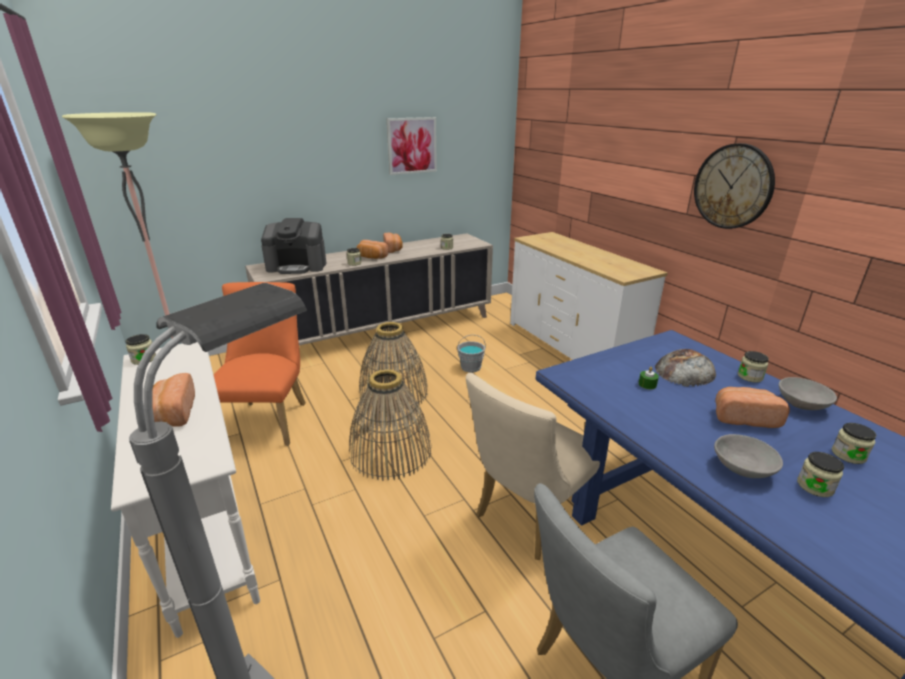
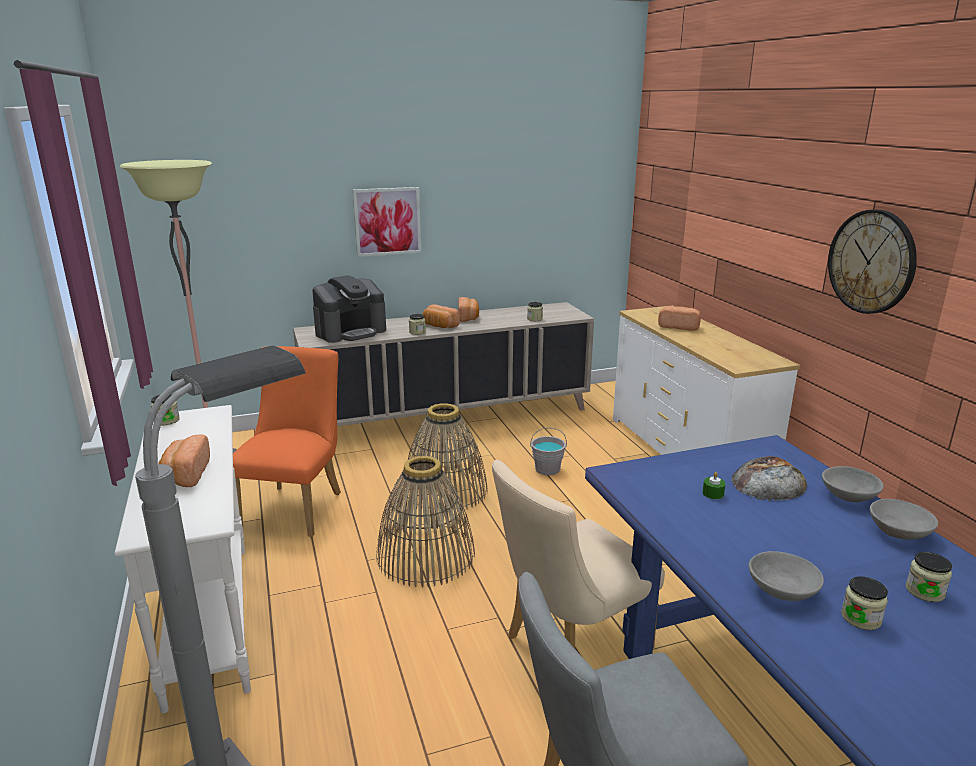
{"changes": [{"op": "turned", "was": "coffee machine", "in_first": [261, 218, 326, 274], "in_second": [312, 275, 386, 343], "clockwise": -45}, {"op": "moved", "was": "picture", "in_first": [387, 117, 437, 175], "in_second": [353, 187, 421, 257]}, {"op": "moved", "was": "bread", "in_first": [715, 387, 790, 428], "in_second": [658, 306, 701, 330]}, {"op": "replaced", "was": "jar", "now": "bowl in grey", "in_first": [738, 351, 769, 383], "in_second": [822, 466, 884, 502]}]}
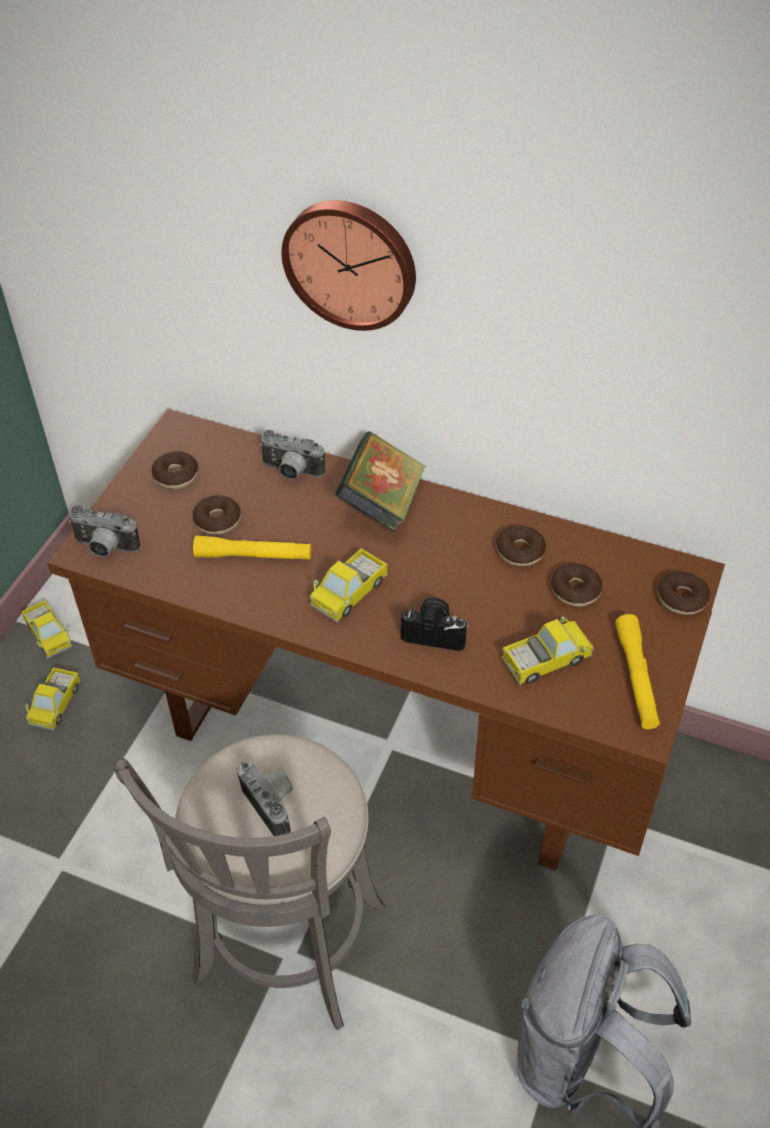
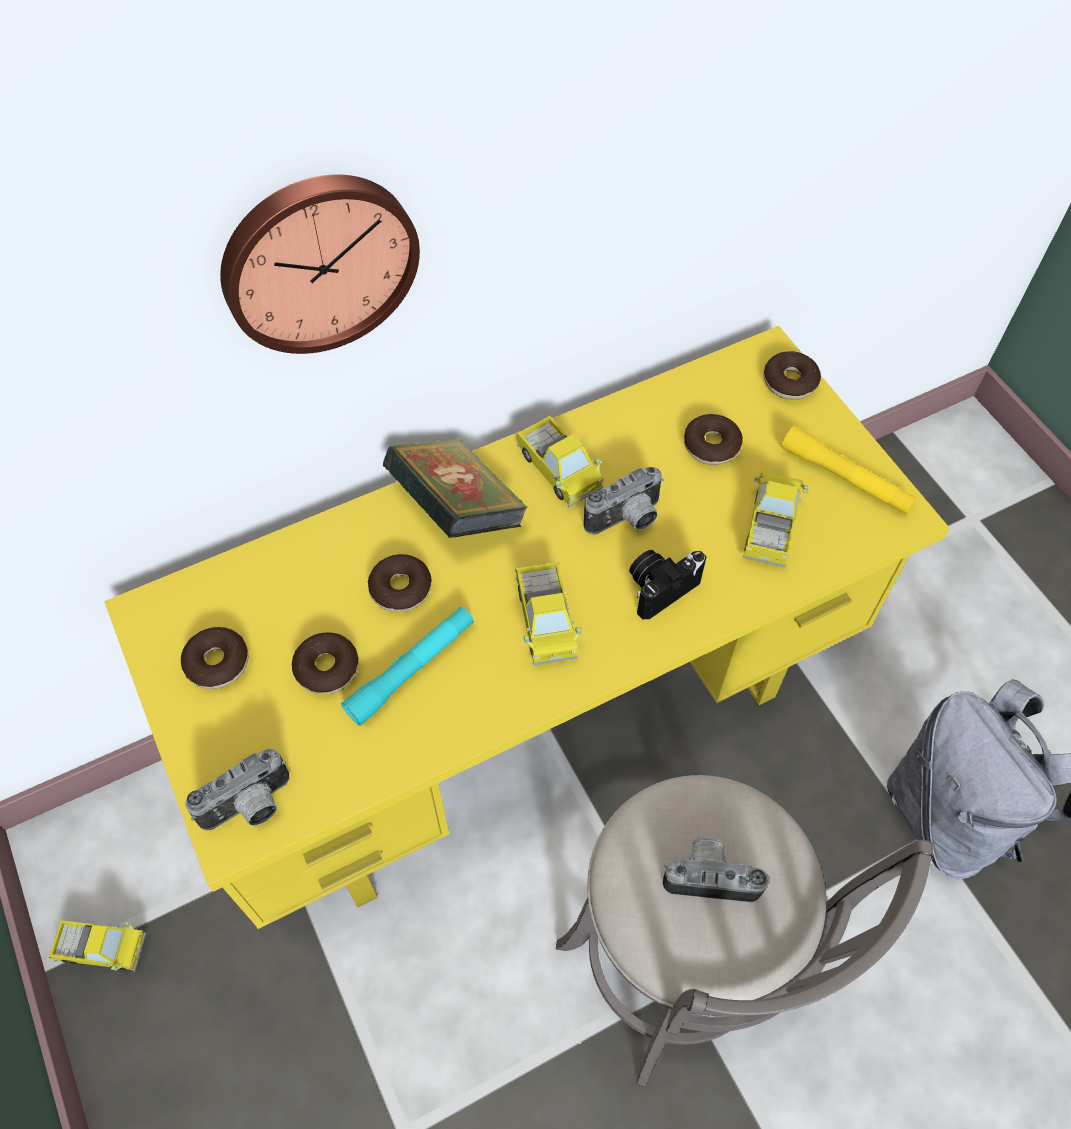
{"changes": [{"op": "moved", "was": "toy truck", "in_first": [25, 667, 81, 731], "in_second": [516, 416, 604, 507]}, {"op": "recoloured", "was": "desk in brown", "now": "desk in yellow", "in_first": [47, 409, 725, 871], "in_second": [104, 326, 950, 929]}, {"op": "recoloured", "was": "flashlight in yellow", "now": "flashlight in turquoise", "in_first": [193, 535, 311, 560], "in_second": [341, 607, 474, 726]}, {"op": "moved", "was": "photo camera", "in_first": [260, 430, 325, 479], "in_second": [584, 467, 664, 535]}, {"op": "moved", "was": "donut", "in_first": [496, 526, 546, 566], "in_second": [368, 554, 432, 612]}]}
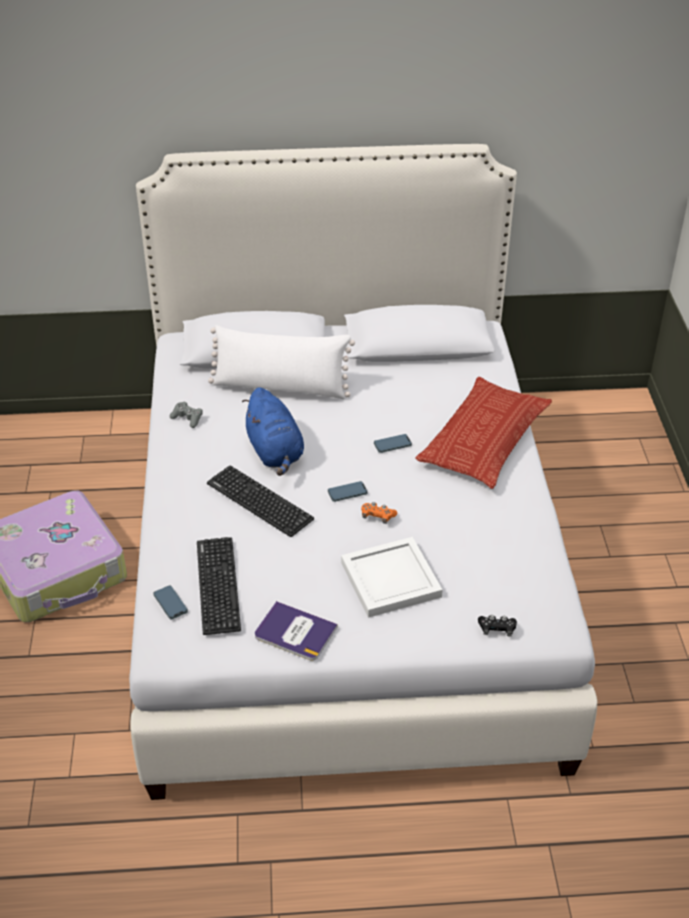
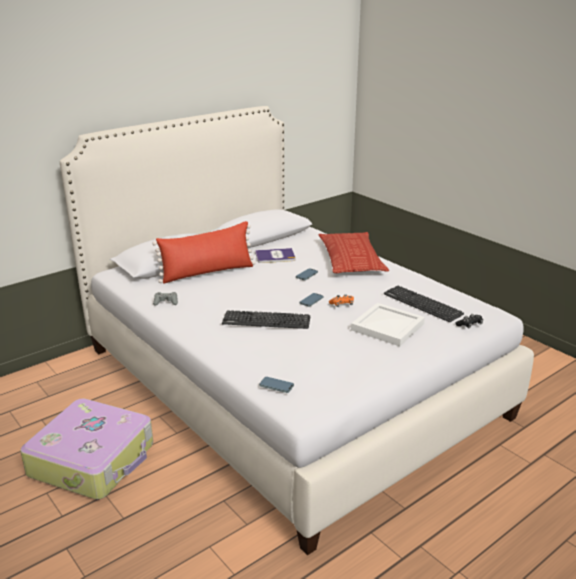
{"changes": [{"op": "moved", "was": "keyboard", "in_first": [197, 537, 241, 635], "in_second": [384, 286, 464, 322]}, {"op": "recoloured", "was": "pillow in white", "now": "pillow in red", "in_first": [208, 325, 355, 399], "in_second": [153, 221, 256, 284]}, {"op": "removed", "was": "plush toy in blue", "in_first": [242, 387, 304, 476]}, {"op": "moved", "was": "book", "in_first": [255, 601, 338, 661], "in_second": [255, 248, 296, 263]}]}
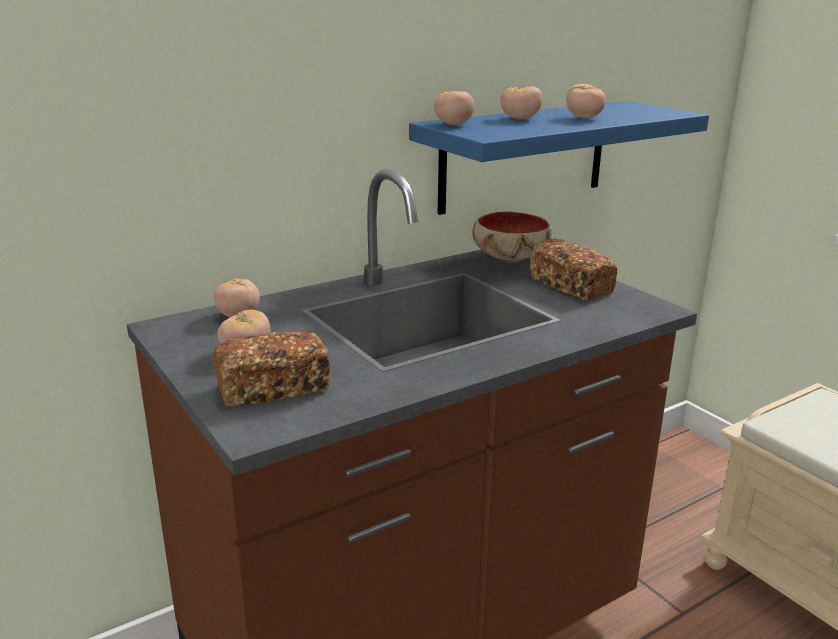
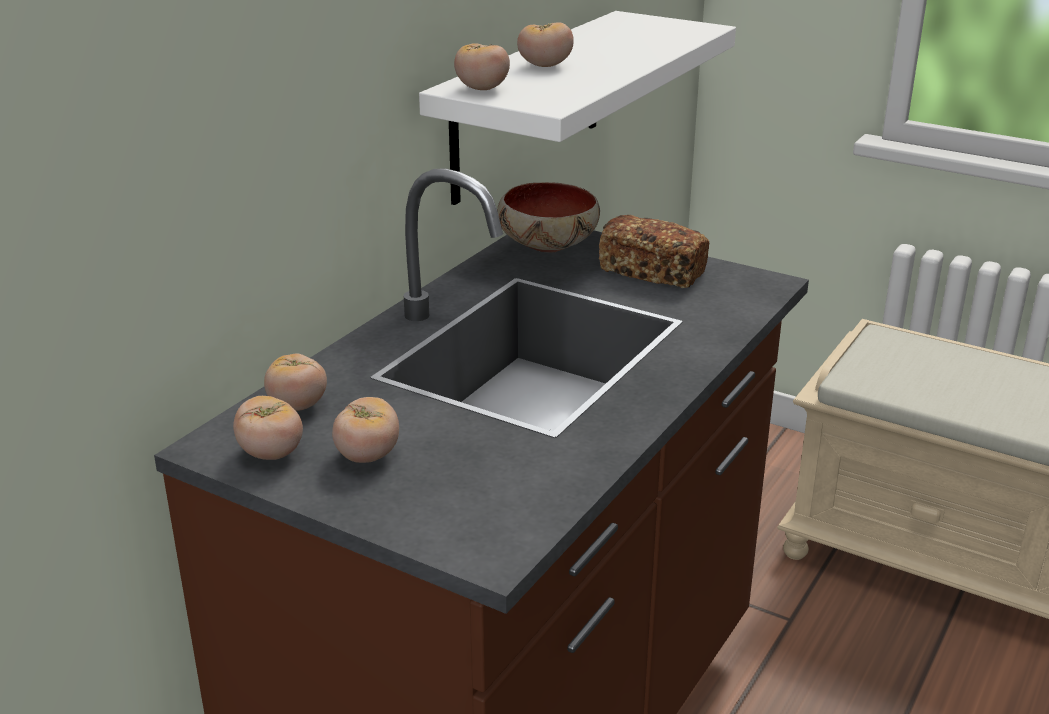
{"changes": [{"op": "removed", "was": "bread", "in_first": [213, 331, 330, 407]}, {"op": "recoloured", "was": "shelf in blue", "now": "shelf in white", "in_first": [409, 101, 709, 215], "in_second": [419, 11, 736, 205]}, {"op": "moved", "was": "tomato", "in_first": [566, 84, 606, 118], "in_second": [233, 396, 303, 460]}]}
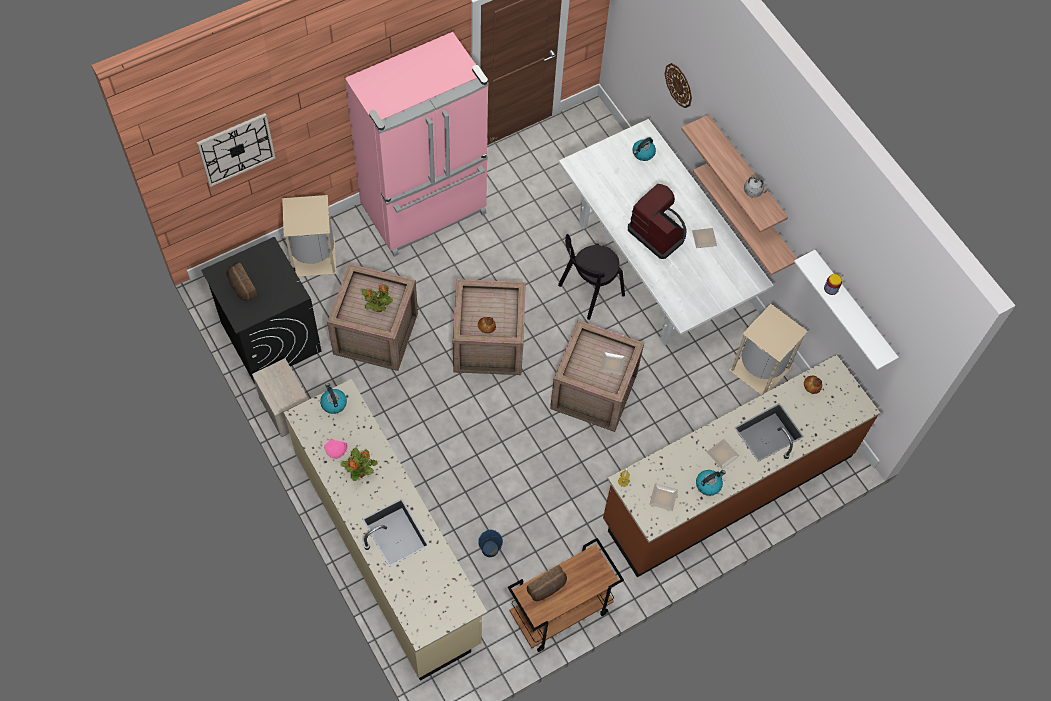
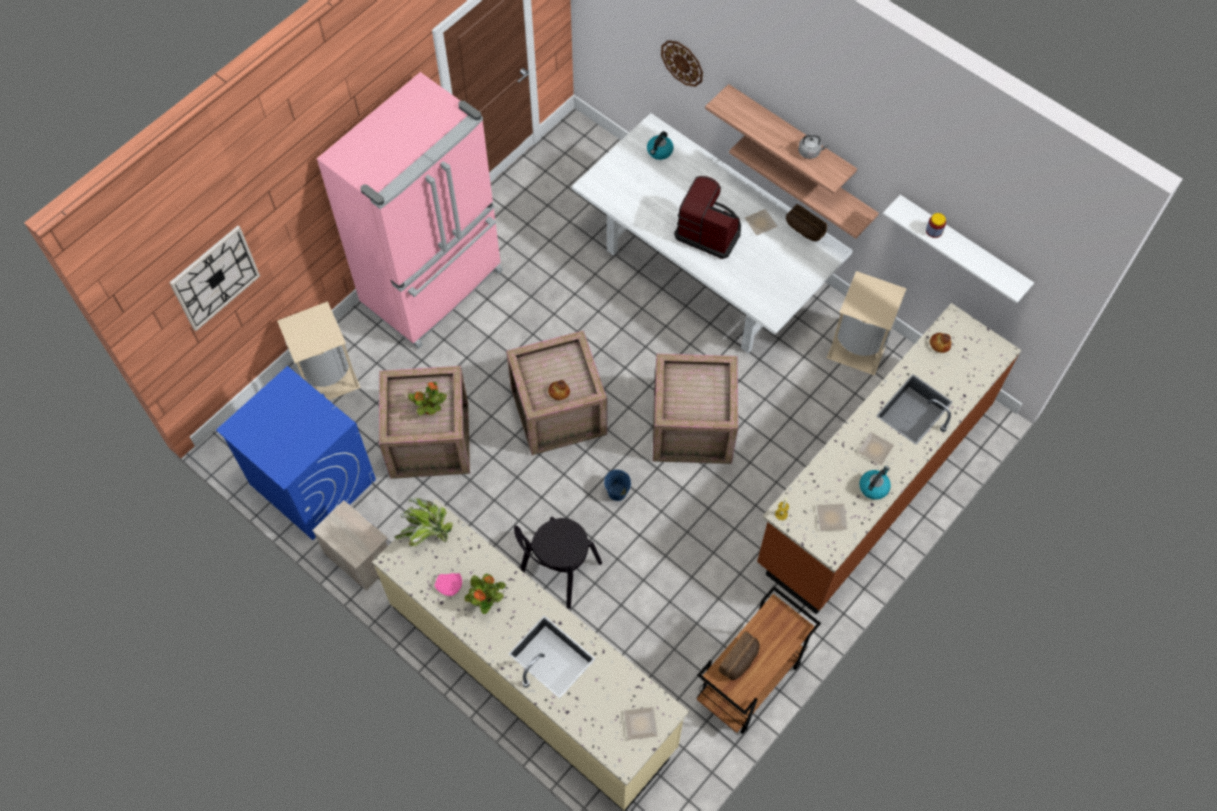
{"changes": [{"op": "recoloured", "was": "washing machine in black", "now": "washing machine in blue", "in_first": [201, 237, 322, 384], "in_second": [216, 366, 376, 540]}, {"op": "moved", "was": "bread", "in_first": [227, 263, 257, 301], "in_second": [786, 204, 827, 241]}, {"op": "replaced", "was": "kettle", "now": "potted plant", "in_first": [320, 383, 347, 414], "in_second": [394, 498, 454, 547]}, {"op": "moved", "was": "bucket in blue", "in_first": [478, 530, 503, 557], "in_second": [604, 470, 631, 501]}, {"op": "moved", "was": "chair in black", "in_first": [558, 234, 625, 320], "in_second": [514, 517, 602, 609]}, {"op": "moved", "was": "plate", "in_first": [600, 352, 625, 375], "in_second": [624, 707, 657, 740]}]}
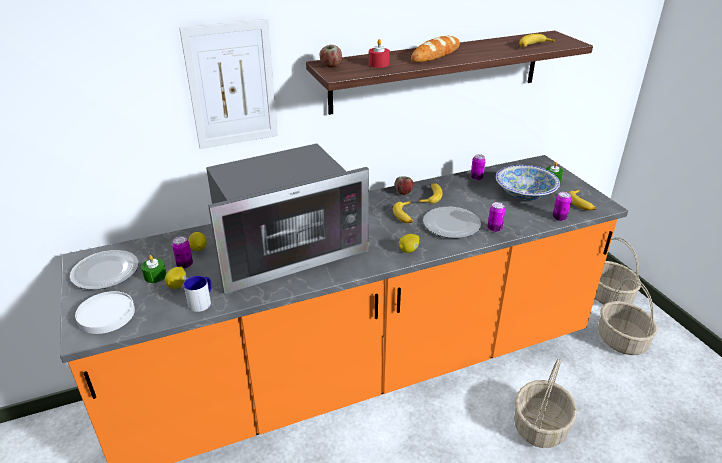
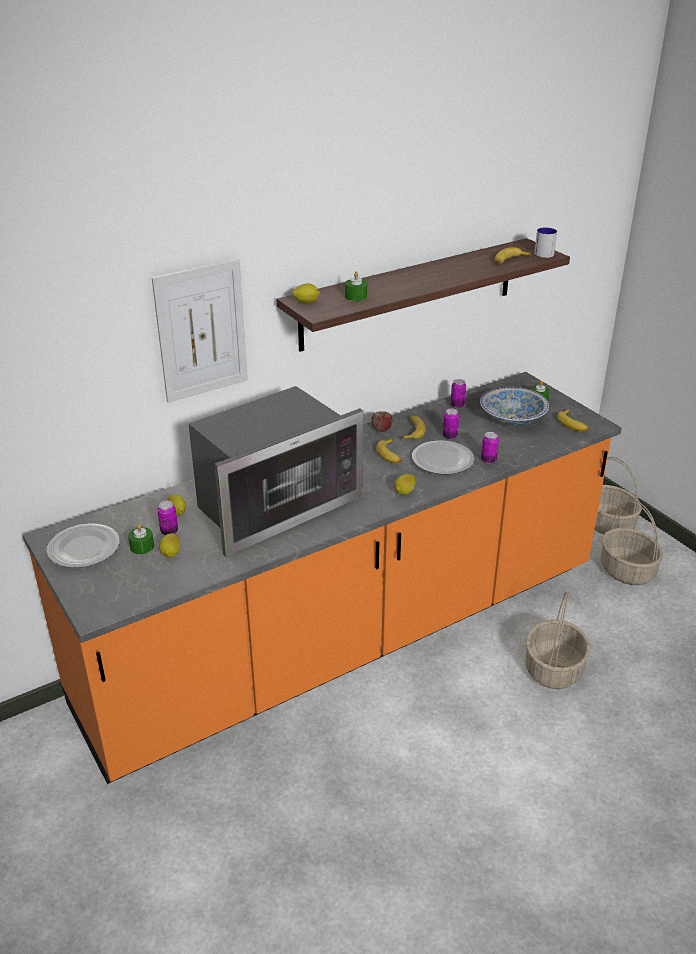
{"changes": [{"op": "removed", "was": "plate in white", "in_first": [75, 291, 135, 334]}, {"op": "moved", "was": "mug", "in_first": [184, 276, 212, 312], "in_second": [534, 227, 557, 258]}, {"op": "replaced", "was": "apple", "now": "lemon", "in_first": [320, 45, 342, 68], "in_second": [292, 284, 320, 304]}, {"op": "recoloured", "was": "candle in red", "now": "candle in green", "in_first": [369, 39, 390, 68], "in_second": [345, 271, 367, 301]}, {"op": "removed", "was": "bread", "in_first": [411, 36, 460, 62]}, {"op": "moved", "was": "can", "in_first": [553, 192, 572, 221], "in_second": [443, 408, 459, 439]}]}
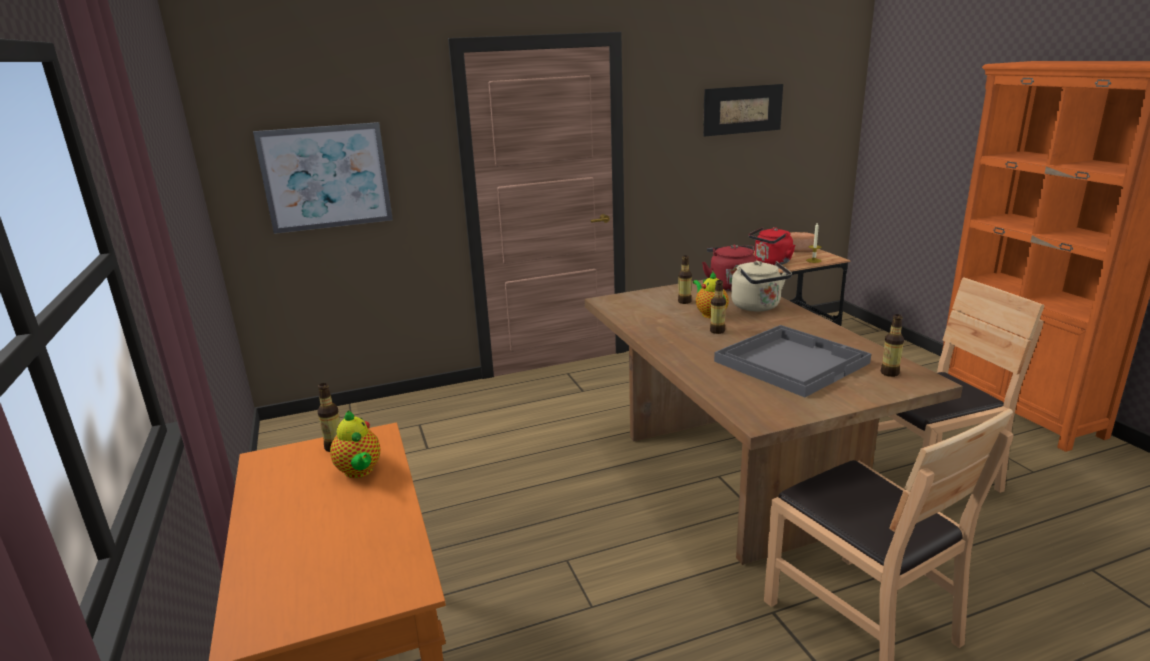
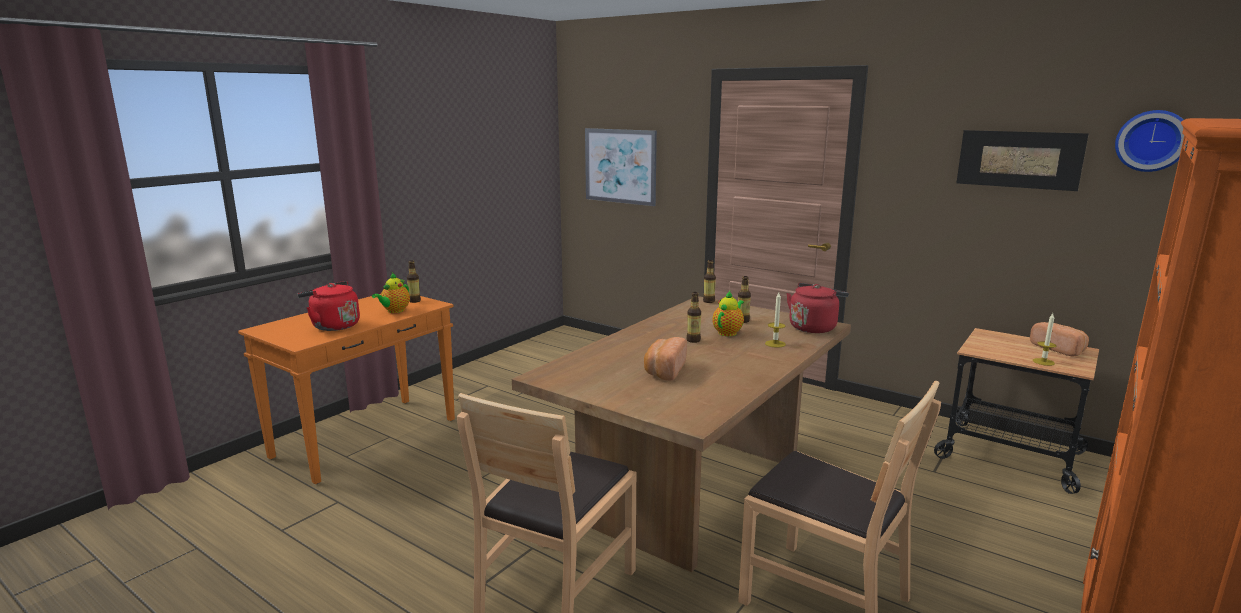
{"changes": [{"op": "replaced", "was": "tray in grey", "now": "bread", "in_first": [714, 325, 871, 397], "in_second": [644, 337, 687, 381]}, {"op": "replaced", "was": "kettle in beige", "now": "candle", "in_first": [731, 261, 792, 312], "in_second": [765, 293, 786, 348]}, {"op": "moved", "was": "kettle in red", "in_first": [749, 227, 795, 265], "in_second": [297, 281, 360, 331]}, {"op": "moved", "was": "bottle", "in_first": [881, 314, 904, 377], "in_second": [703, 260, 716, 303]}, {"op": "added", "now": "wall clock", "in_second": [1115, 110, 1184, 172]}]}
